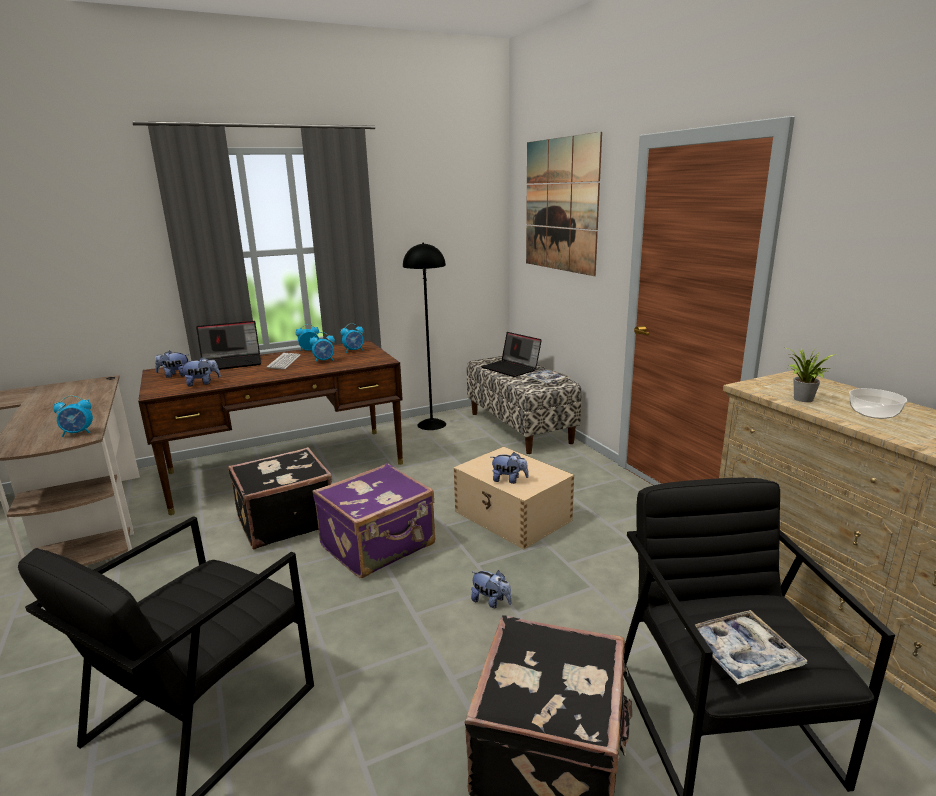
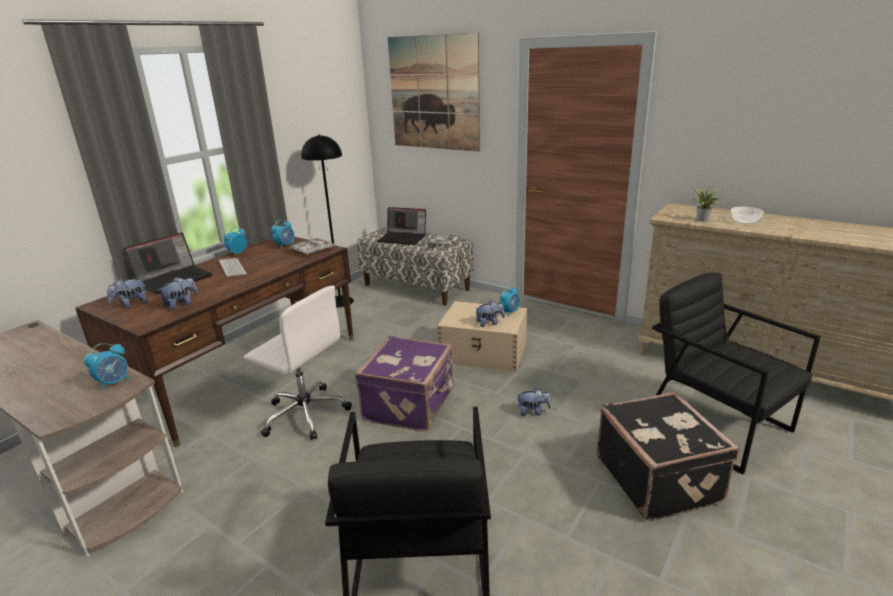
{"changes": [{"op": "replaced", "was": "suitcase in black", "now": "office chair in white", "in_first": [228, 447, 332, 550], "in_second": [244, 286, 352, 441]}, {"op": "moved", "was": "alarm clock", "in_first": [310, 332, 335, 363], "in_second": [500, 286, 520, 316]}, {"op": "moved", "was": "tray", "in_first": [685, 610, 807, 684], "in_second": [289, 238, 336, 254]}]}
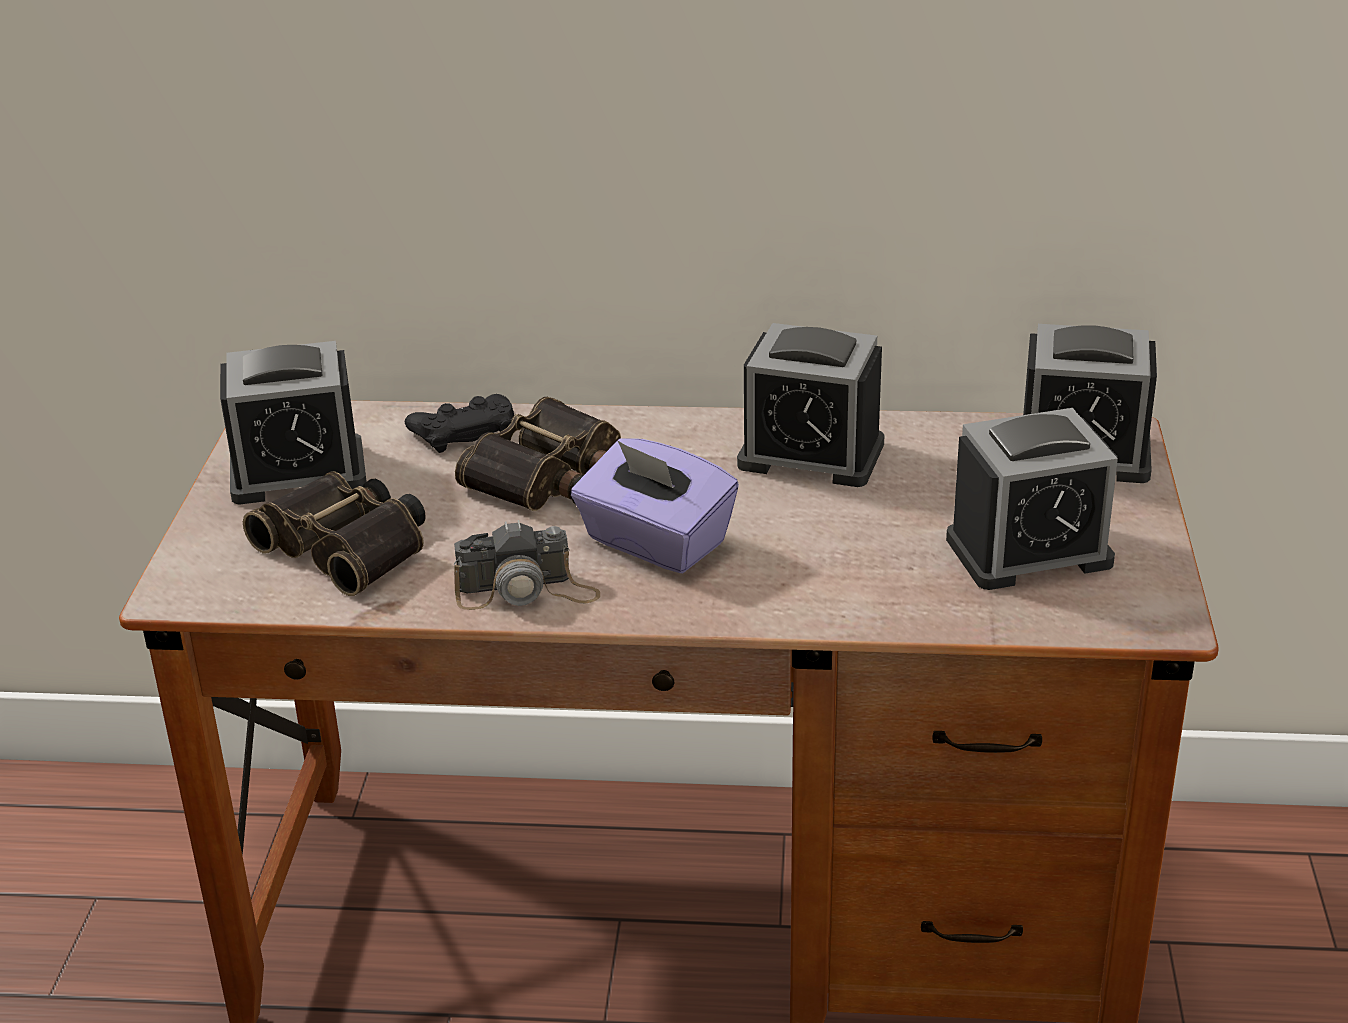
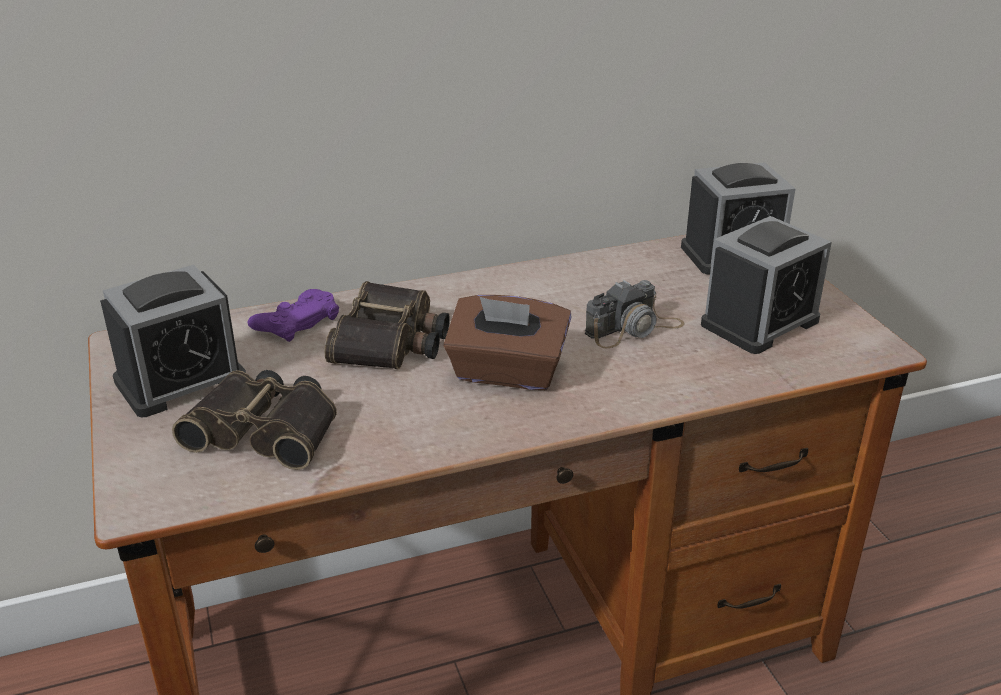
{"changes": [{"op": "recoloured", "was": "game controller in black", "now": "game controller in purple", "in_first": [405, 394, 514, 453], "in_second": [248, 289, 339, 342]}, {"op": "moved", "was": "photo camera", "in_first": [454, 520, 600, 610], "in_second": [585, 280, 684, 348]}, {"op": "recoloured", "was": "tissue box in purple", "now": "tissue box in brown", "in_first": [571, 438, 739, 573], "in_second": [443, 295, 572, 390]}, {"op": "removed", "was": "alarm clock", "in_first": [737, 323, 885, 487]}]}
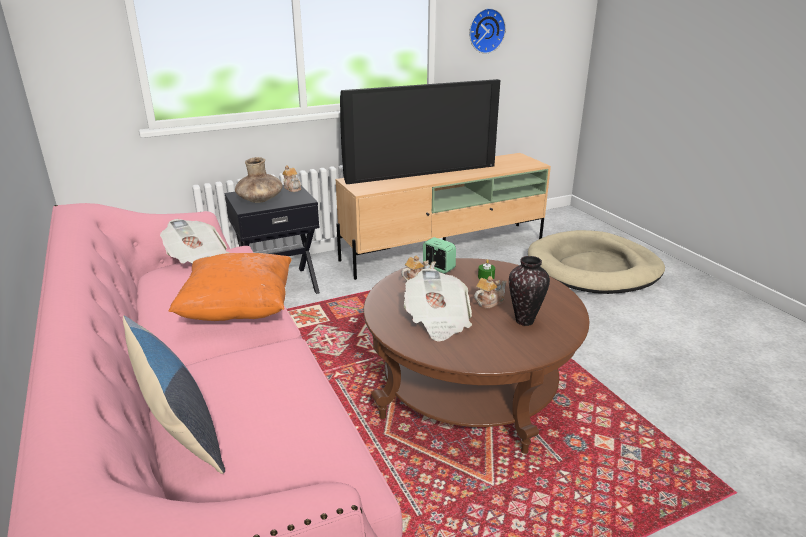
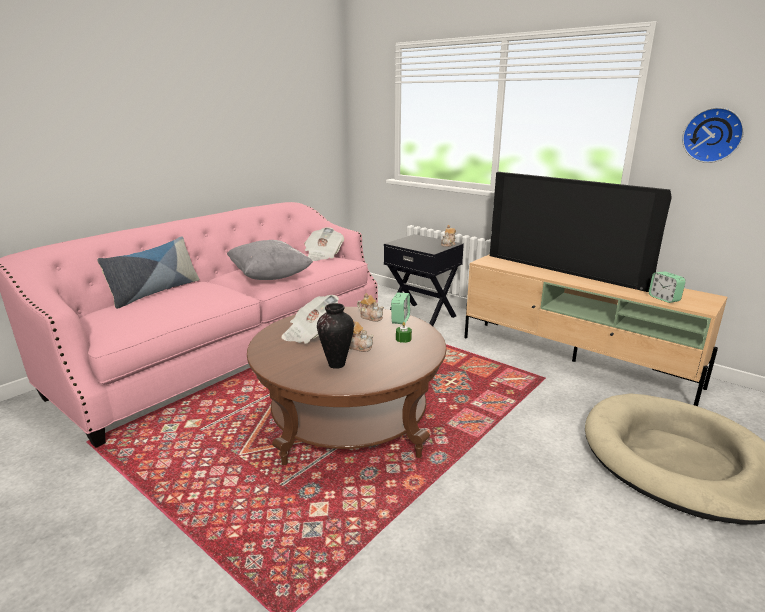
{"changes": [{"op": "recoloured", "was": "pillow in orange", "now": "pillow in grey", "in_first": [168, 253, 292, 321], "in_second": [227, 240, 313, 280]}, {"op": "removed", "was": "vase in brown", "in_first": [235, 157, 283, 203]}, {"op": "added", "now": "alarm clock", "in_second": [649, 271, 686, 303]}]}
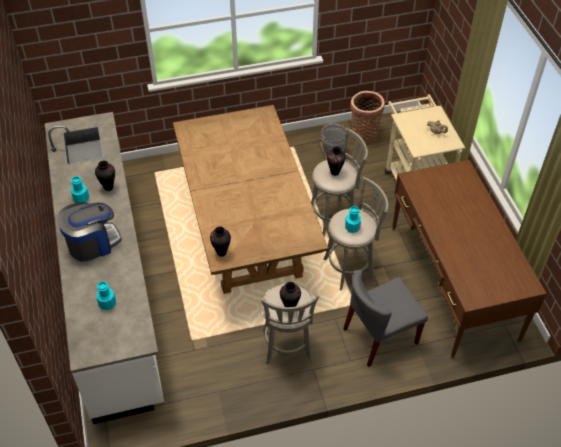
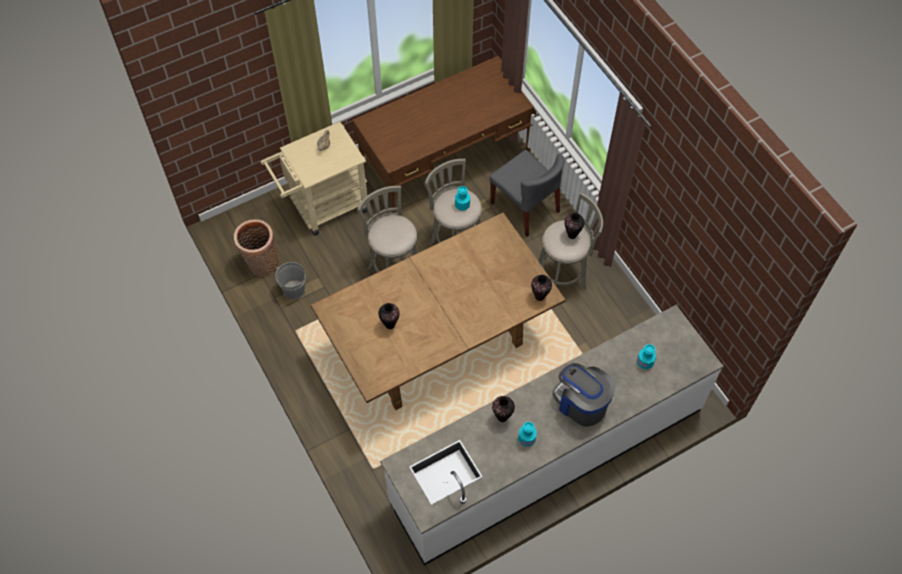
{"changes": [{"op": "moved", "was": "vase", "in_first": [327, 147, 346, 176], "in_second": [378, 303, 400, 329]}]}
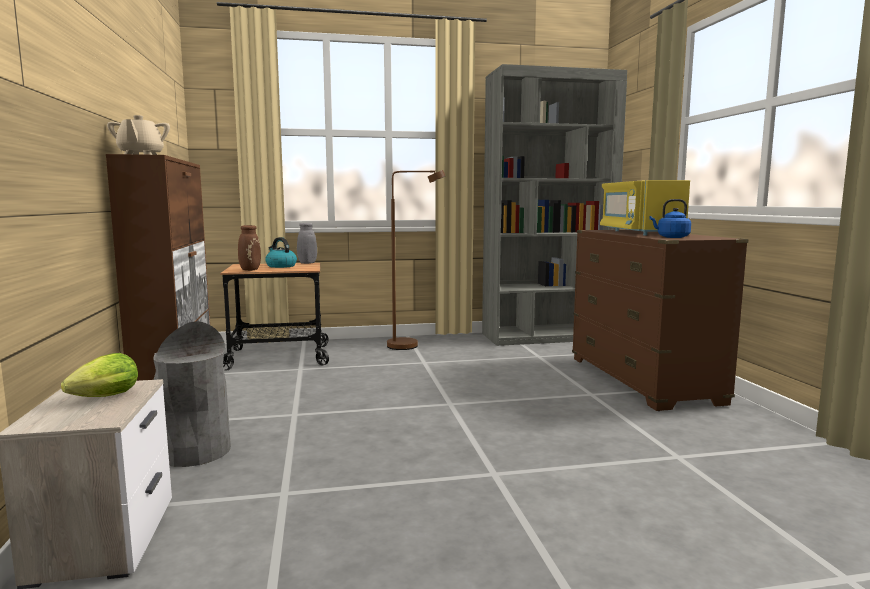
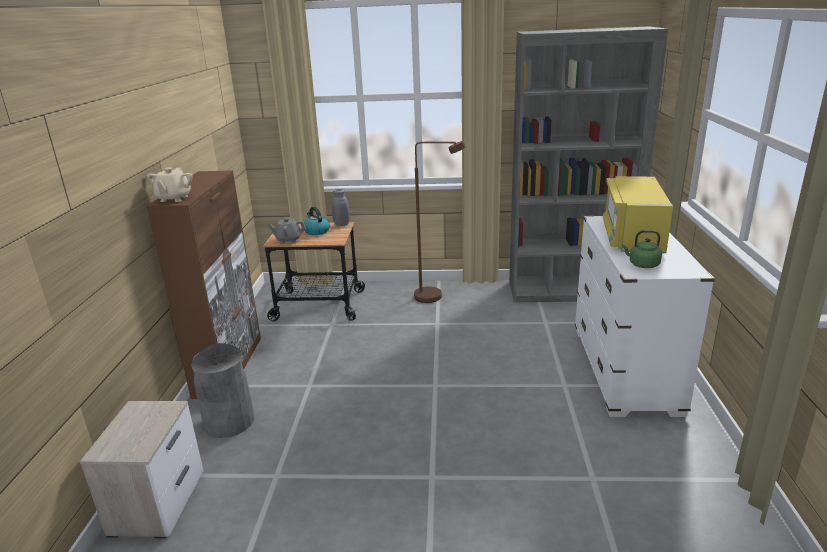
{"changes": [{"op": "removed", "was": "lettuce", "in_first": [61, 353, 138, 397]}, {"op": "replaced", "was": "vase in brown", "now": "teapot in grey", "in_first": [238, 225, 261, 271], "in_second": [267, 217, 306, 244]}, {"op": "recoloured", "was": "dresser in brown", "now": "dresser in white", "in_first": [572, 230, 749, 411], "in_second": [575, 216, 715, 417]}, {"op": "recoloured", "was": "kettle in blue", "now": "kettle in green", "in_first": [649, 199, 691, 238], "in_second": [622, 230, 662, 268]}]}
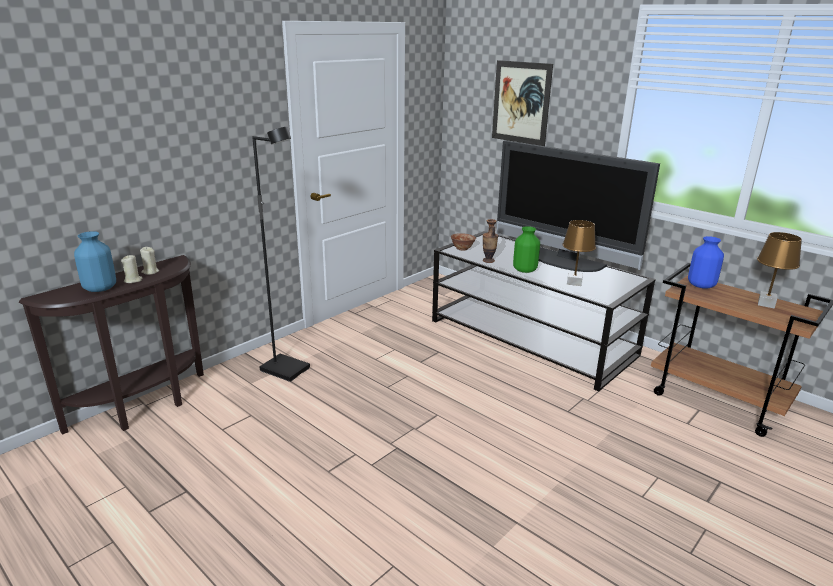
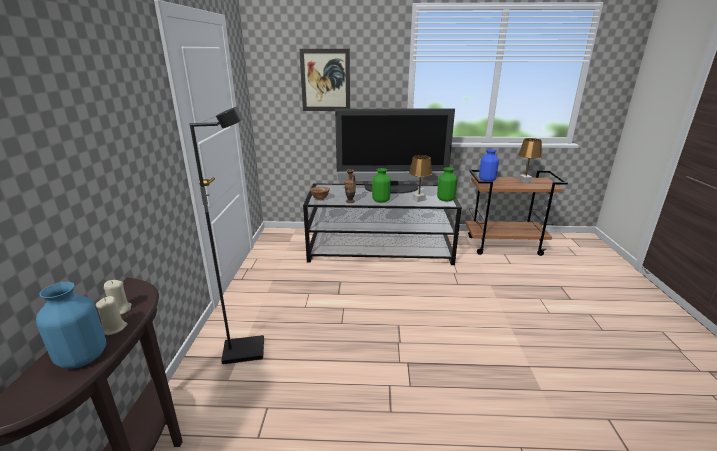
{"changes": [{"op": "added", "now": "vase in green", "in_second": [437, 167, 457, 201]}]}
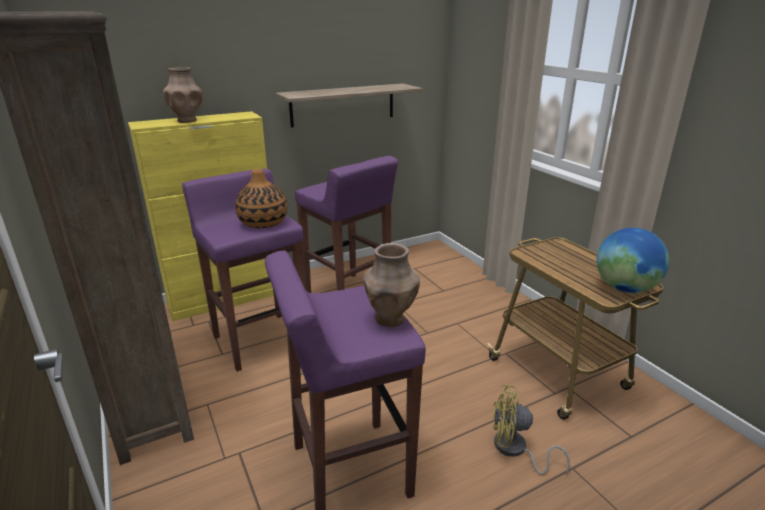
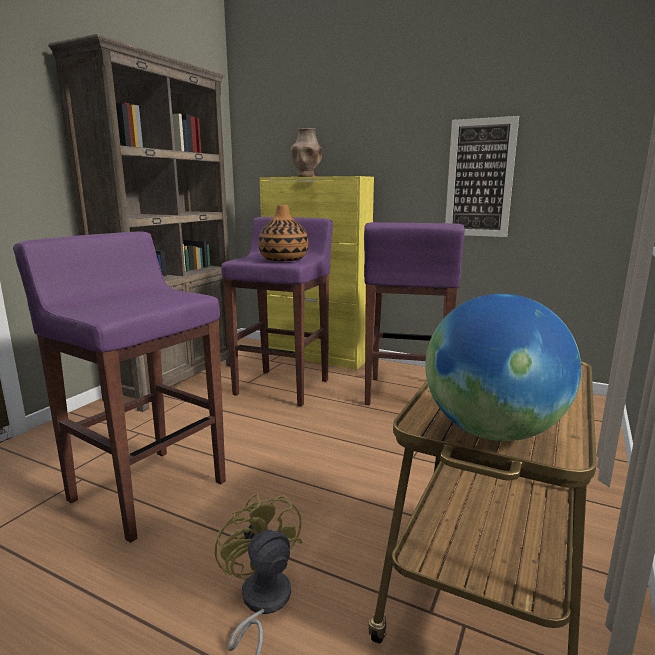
{"changes": [{"op": "replaced", "was": "shelf", "now": "picture", "in_first": [275, 83, 423, 128], "in_second": [445, 116, 519, 237]}, {"op": "removed", "was": "vase in brown", "in_first": [363, 243, 420, 327]}]}
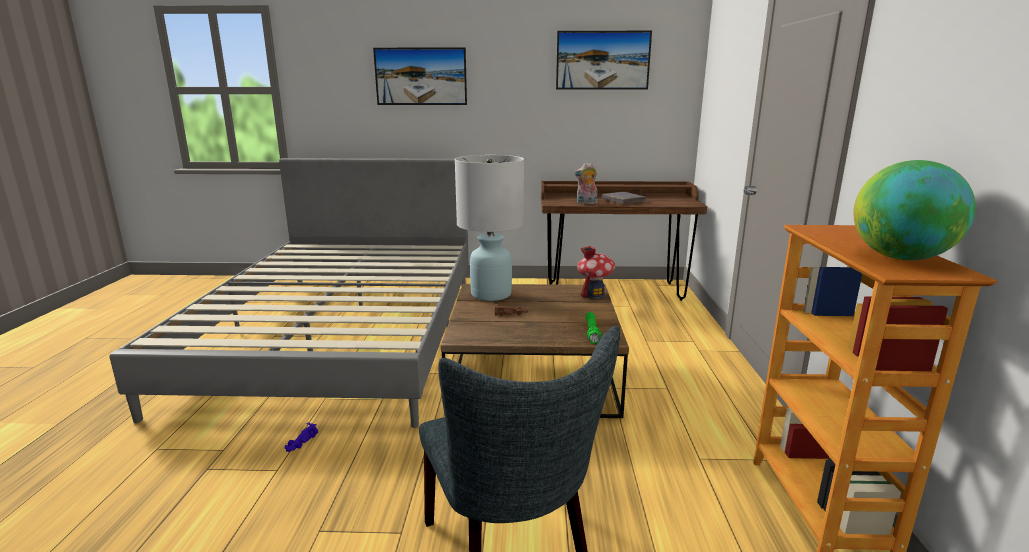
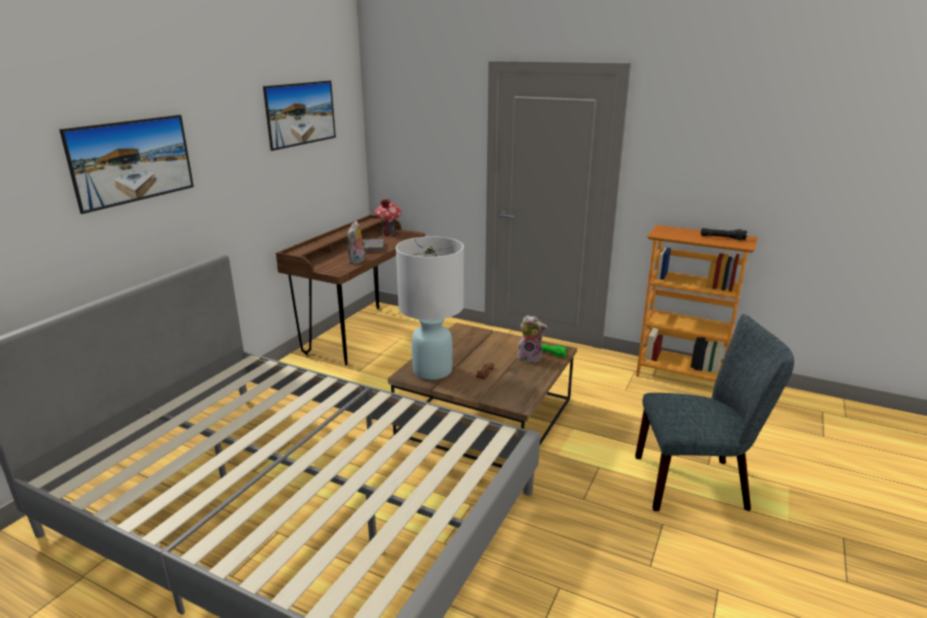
{"changes": [{"op": "removed", "was": "toy car in purple", "in_first": [284, 423, 318, 452]}, {"op": "moved", "was": "toy house", "in_first": [577, 246, 615, 299], "in_second": [375, 199, 401, 236]}, {"op": "replaced", "was": "globe", "now": "flashlight in black", "in_first": [854, 160, 976, 260], "in_second": [701, 228, 747, 240]}, {"op": "added", "now": "plush toy", "in_second": [517, 315, 548, 363]}]}
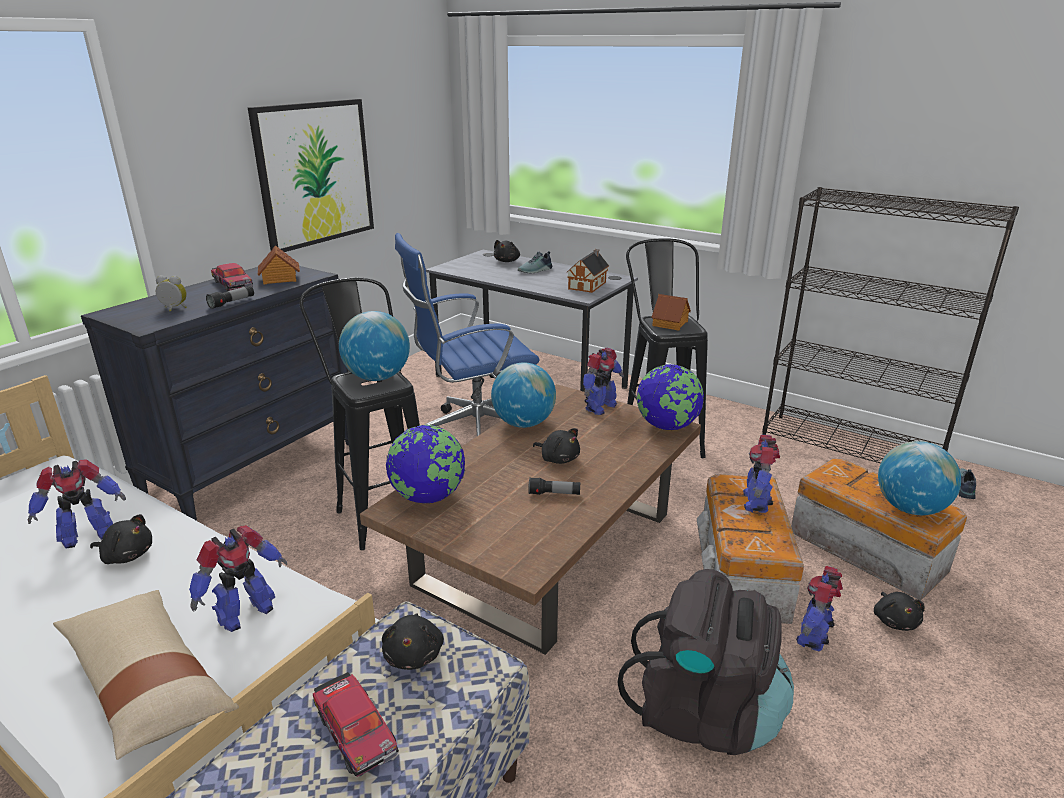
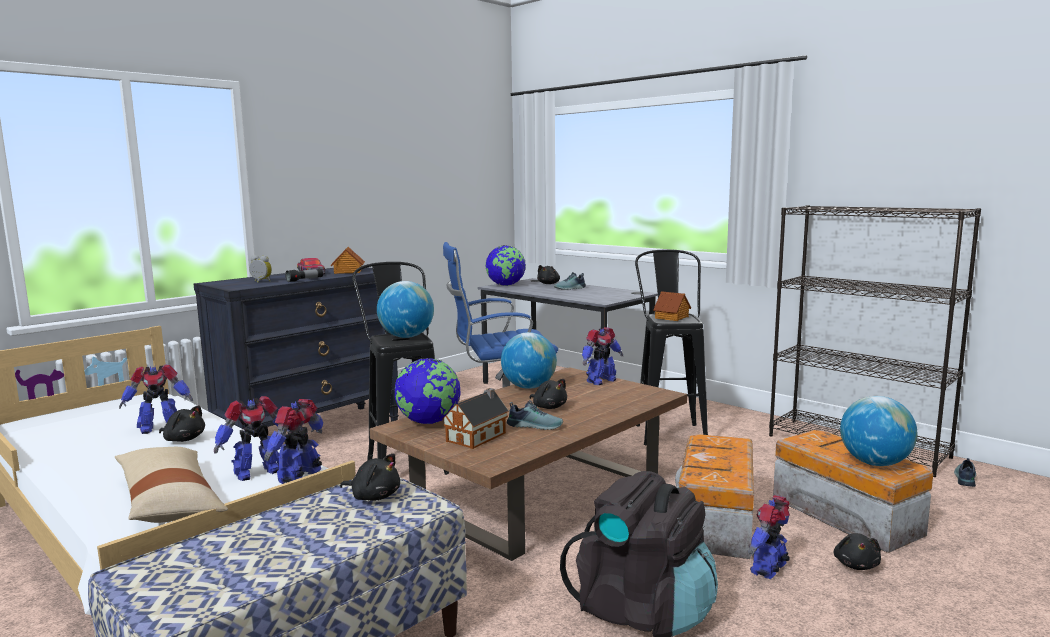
{"changes": [{"op": "removed", "was": "picture", "in_first": [248, 99, 374, 252]}, {"op": "removed", "was": "toy car", "in_first": [313, 672, 399, 777]}, {"op": "turned", "was": "plush toy in black", "in_first": [382, 613, 444, 670], "in_second": [340, 454, 400, 500], "clockwise": -75}, {"op": "replaced", "was": "flashlight", "now": "shoe", "in_first": [528, 477, 580, 495], "in_second": [507, 400, 563, 430]}, {"op": "moved", "was": "toy house", "in_first": [566, 249, 609, 293], "in_second": [442, 388, 509, 449]}, {"op": "moved", "was": "globe", "in_first": [637, 364, 704, 430], "in_second": [485, 245, 526, 286]}, {"op": "moved", "was": "toy robot", "in_first": [743, 435, 780, 513], "in_second": [264, 399, 323, 484]}]}
